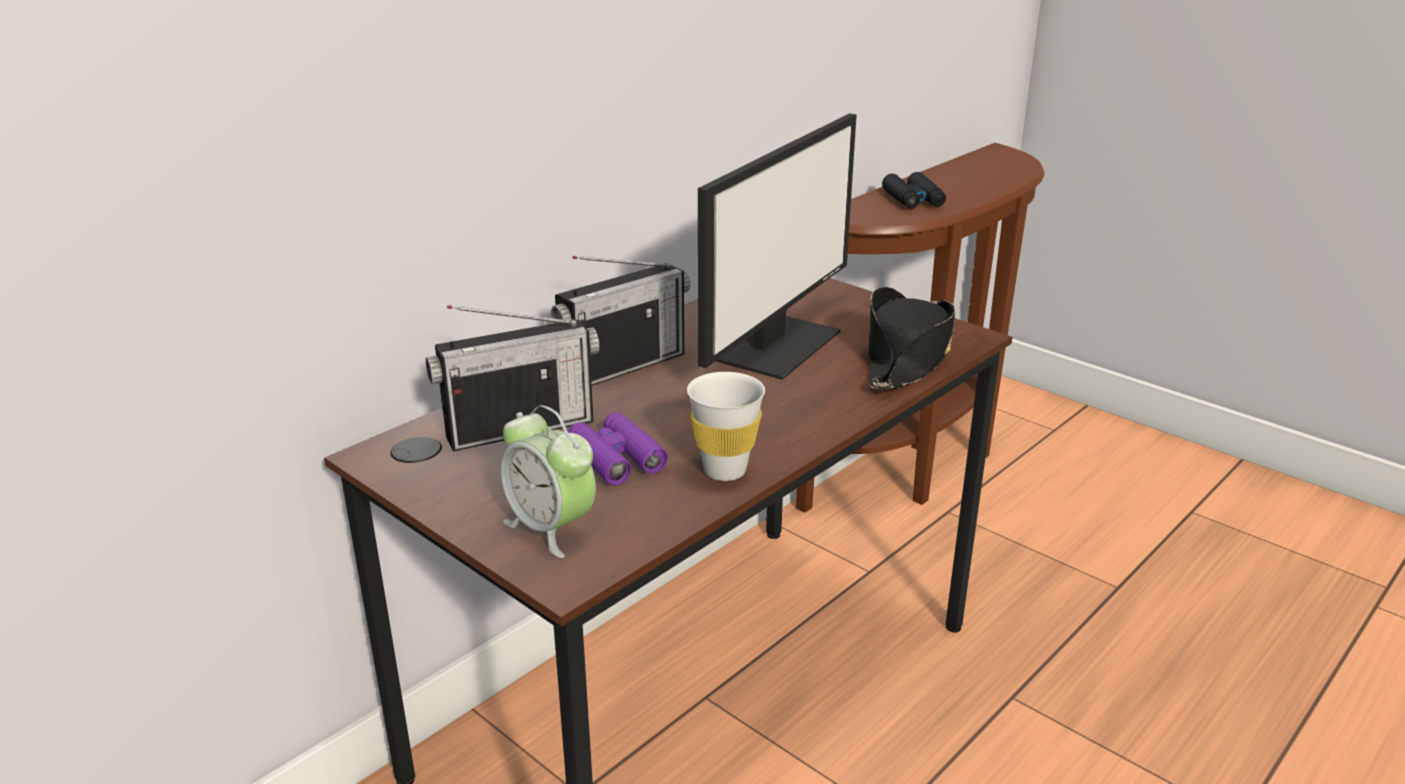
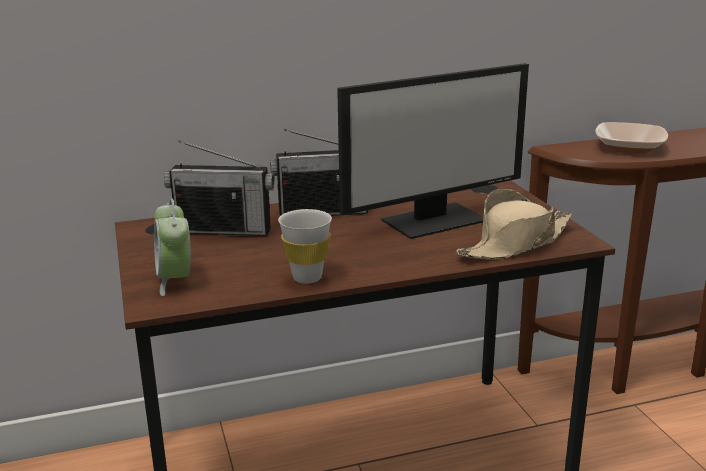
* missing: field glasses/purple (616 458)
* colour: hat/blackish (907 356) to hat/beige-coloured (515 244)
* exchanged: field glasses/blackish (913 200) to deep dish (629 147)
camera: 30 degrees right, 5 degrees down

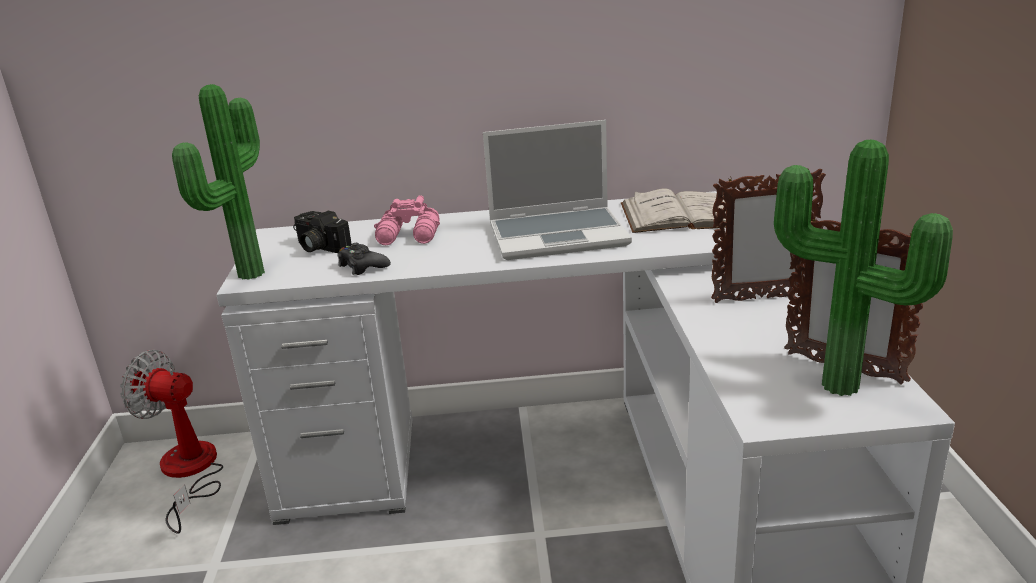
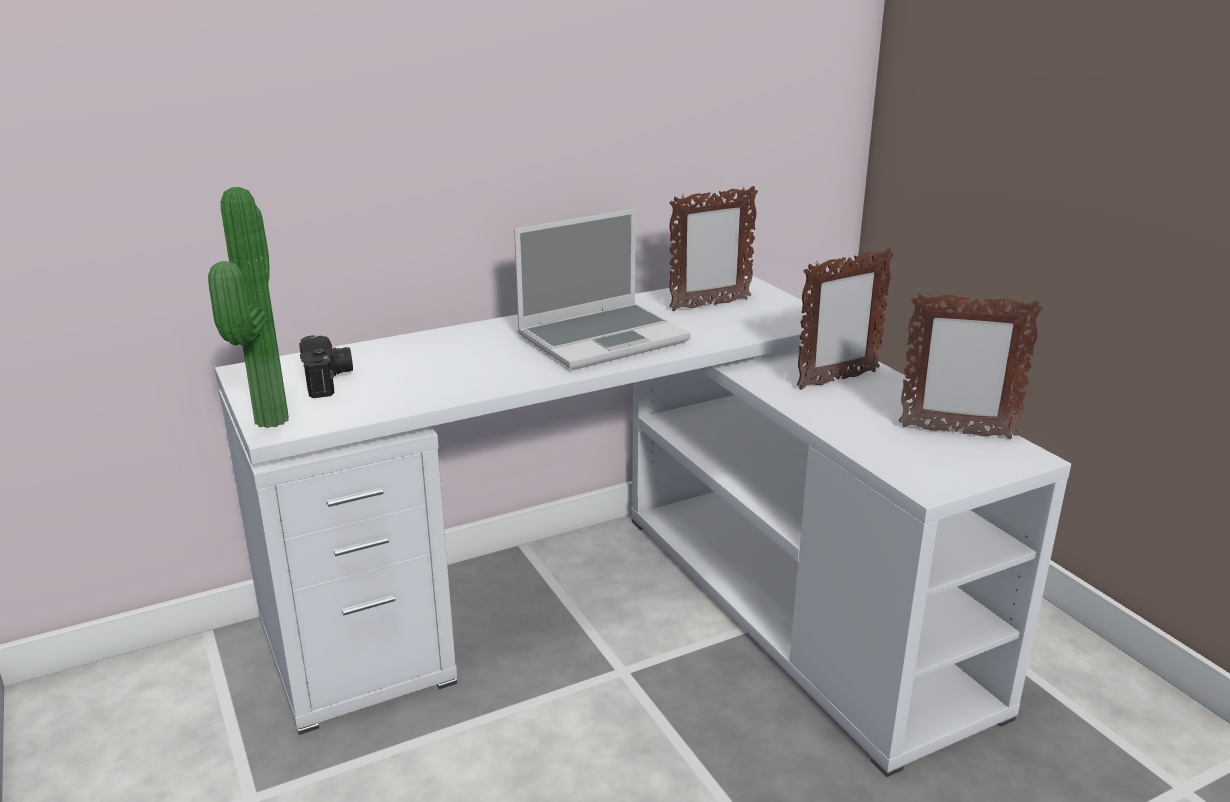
* missing: electric fan (188 473)
* spun: still camera (319 247) = (329 380) 120 degrees counterclockwise
* missing: game controller/blackish (362 266)
* missing: field glasses/pinkish (410 236)
* exchanged: volume/whitish (681 214) to picture frame (709 305)
* missing: houseplant (838 389)
camera: 25 degrees left, 0 degrees up

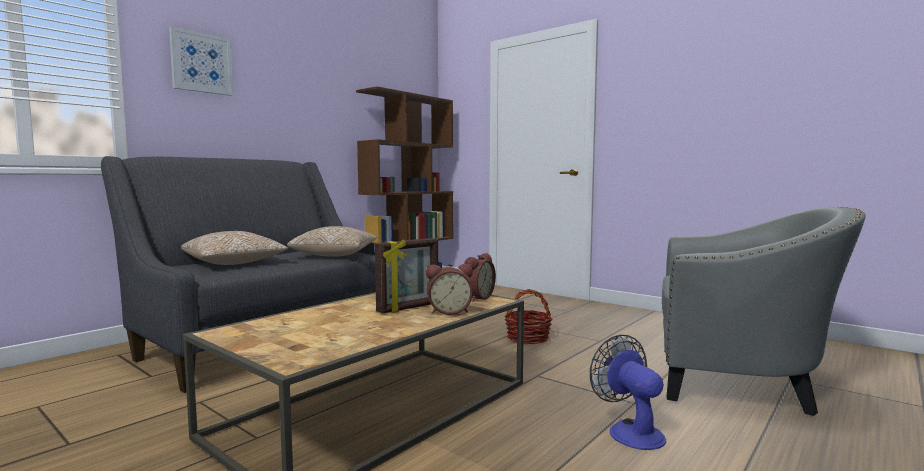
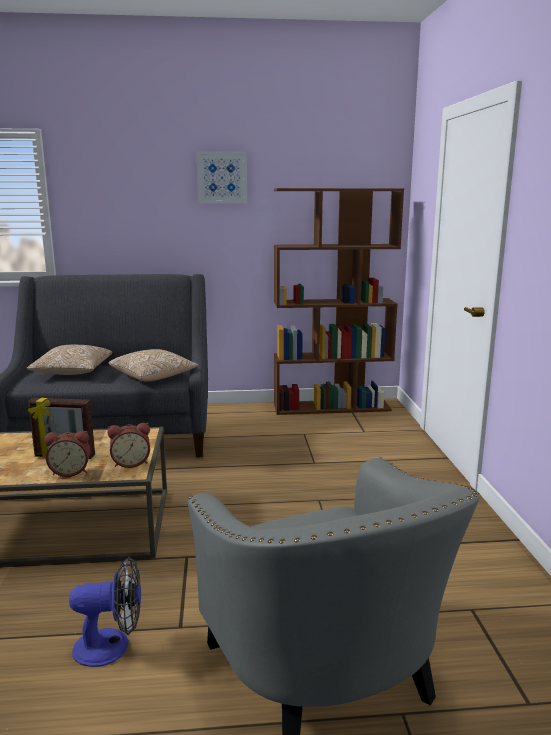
* relocated: picture (201 63) to (222 177)
* spun: table clock (449 311) = (71 471) 45 degrees counterclockwise
* missing: basket (528 338)
* spun: electric fan (629 431) = (112 646) 60 degrees clockwise
camera: 45 degrees right, 10 degrees up

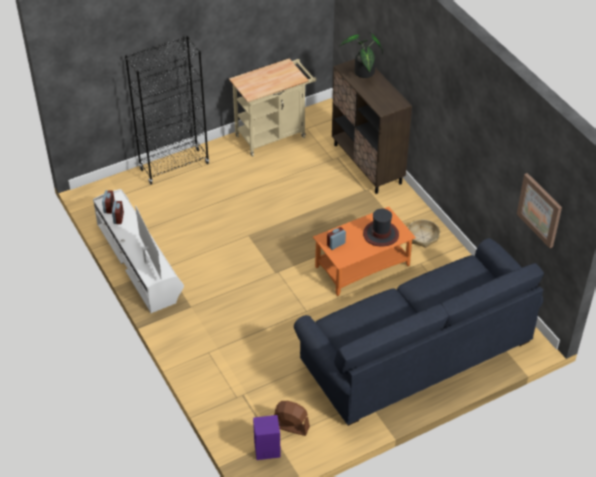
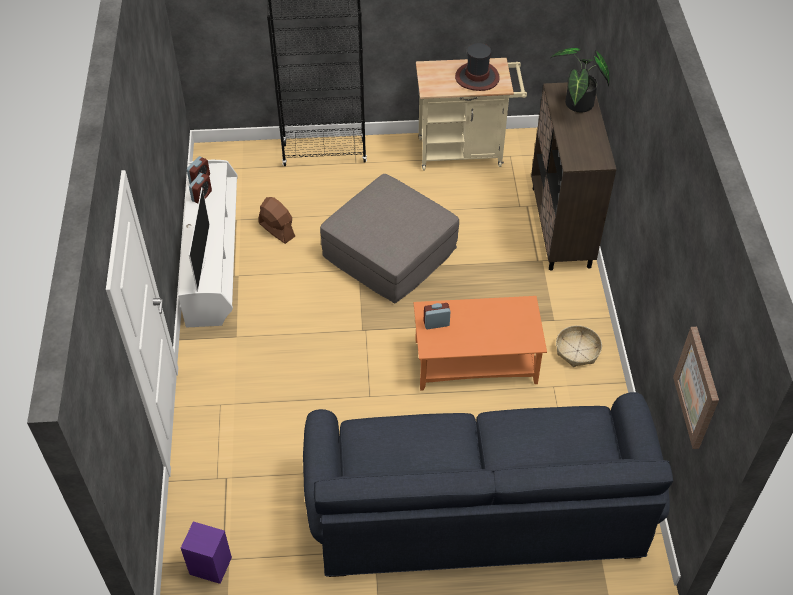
* relocated: electric fan/brown (290 426) to (276 230)
* relocated: hat (381 234) to (477 77)
* appeared: ottoman/greyish (390 252)
camera: 25 degrees right, 5 degrees up

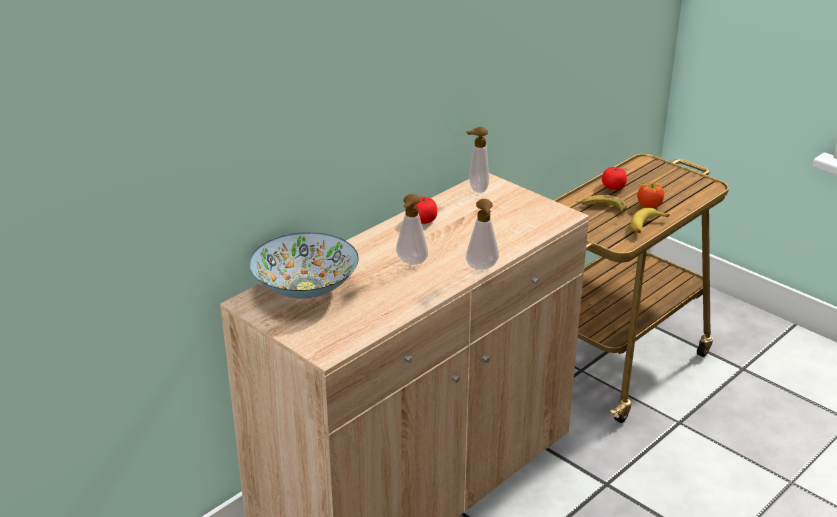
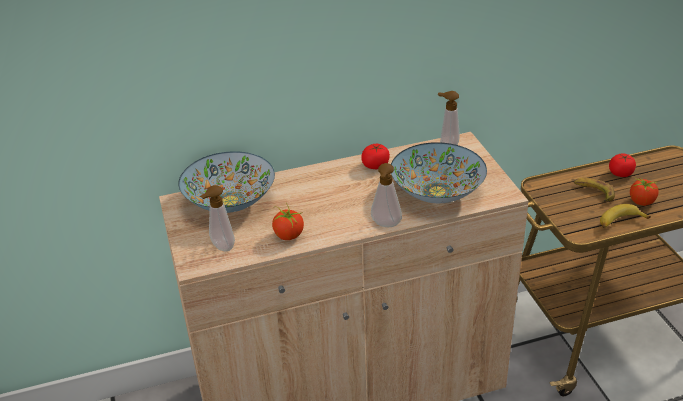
* relocated: soap dispenser (411 262) to (221 247)
* appeared: tomato (288 235)
* appeared: deep dish (436 192)
camera: 30 degrees right, 5 degrees up

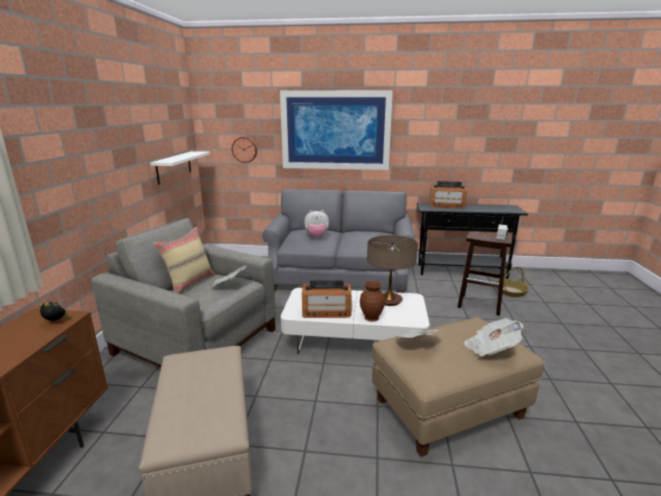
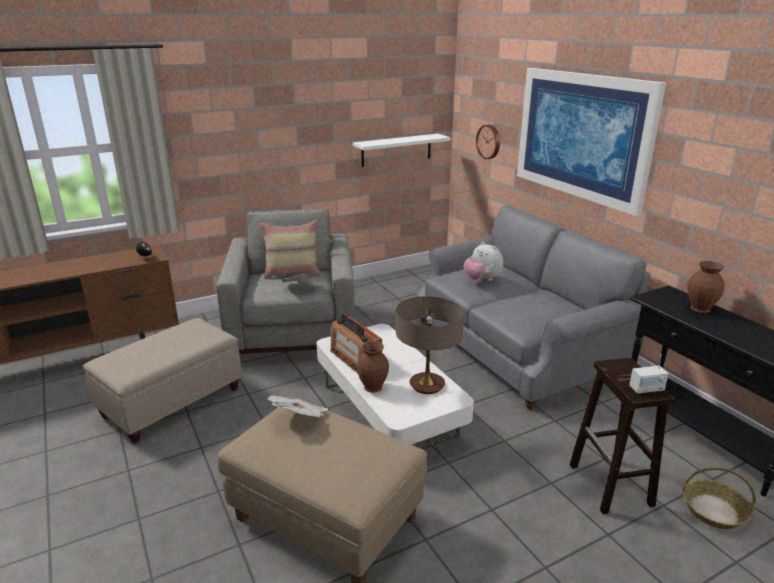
* exchanged: radio set (447 205) to vase/brown (701 308)
* missing: printed paper (491 348)
camera: 55 degrees right, 5 degrees up

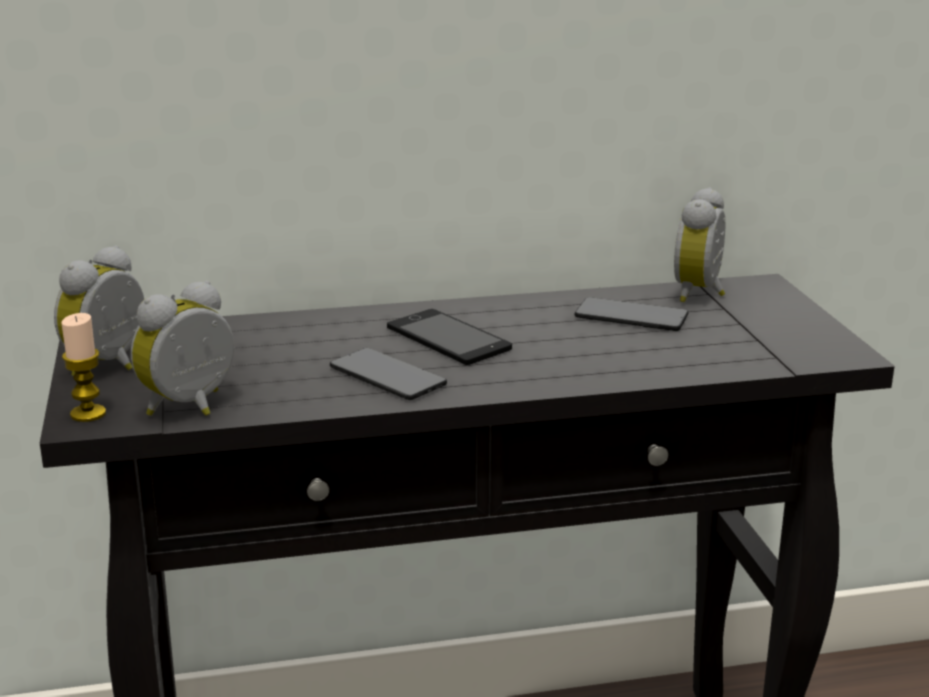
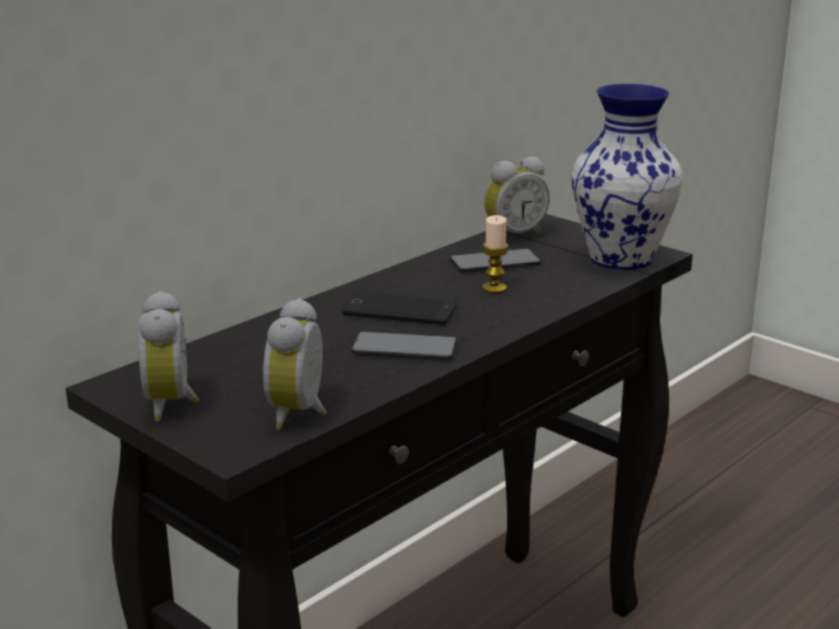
* relocated: candle (88 414) to (494 288)
* spun: table clock (701 293) = (513 235) 105 degrees counterclockwise
* appeared: vase (622 259)
camera: 35 degrees left, 0 degrees up

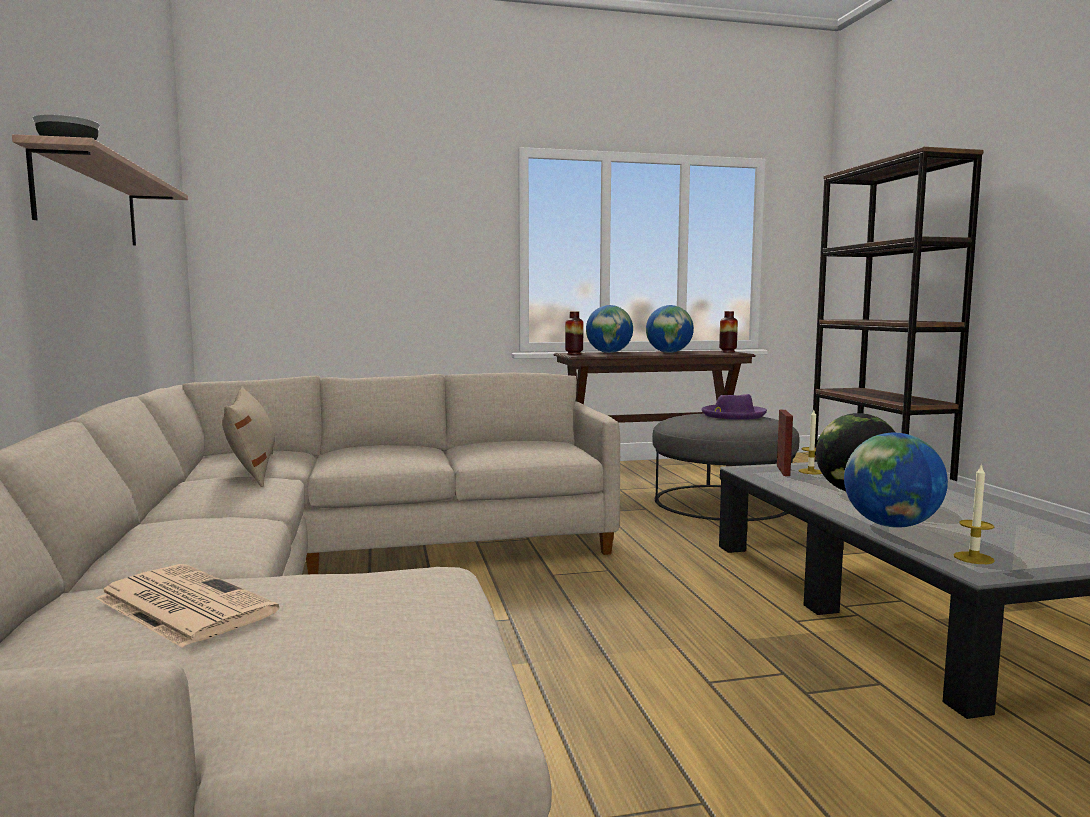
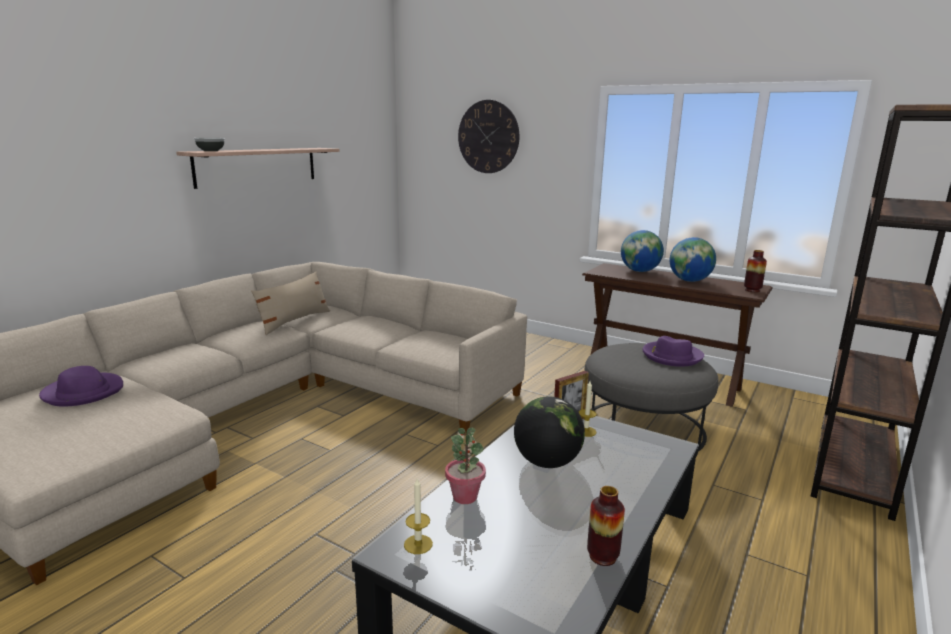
* exchanged: printed paper (182 605) to hat/purple (83 392)
* relocated: vase (574 354) to (602 556)
* exchanged: desk globe (891 525) to houseplant (465 497)
* appeared: clock on the wall (488 137)
camera: 45 degrees right, 10 degrees up

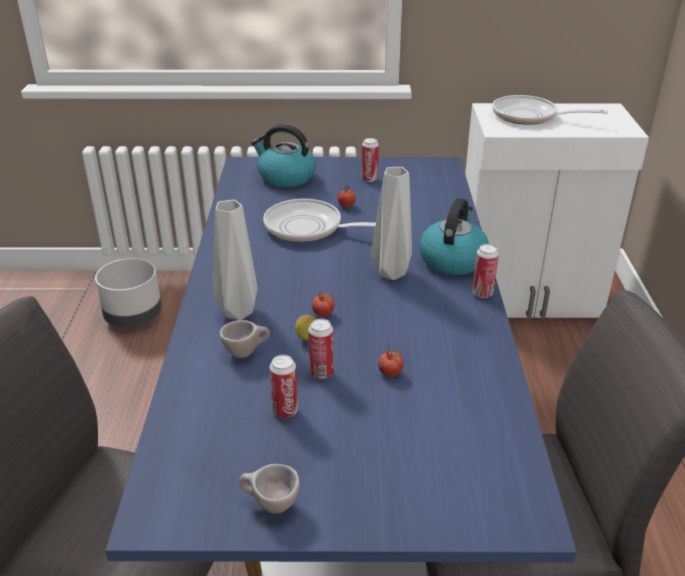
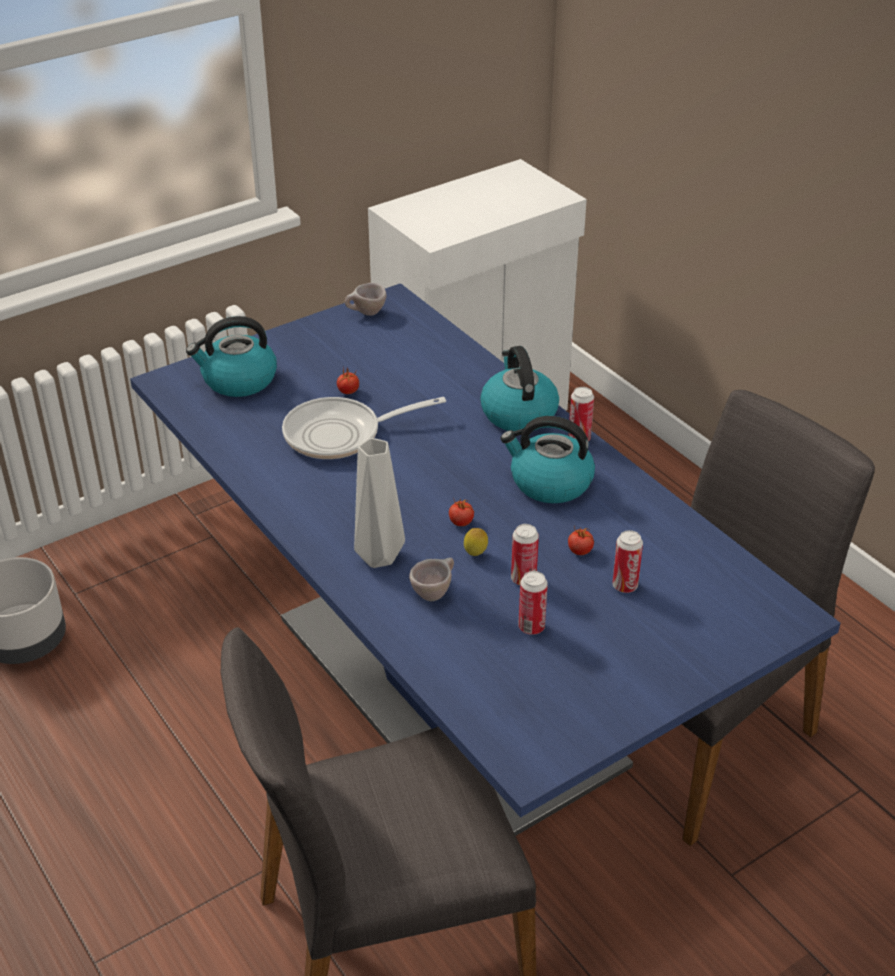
* relocated: cup/beige-coloured (269 505) to (366 314)
* relocated: can (369 179) to (625 586)
* missing: vase/greyish (389 273)
* missing: frying pan (530 116)
* appeared: tea kettle (549 483)
camera: 35 degrees left, 5 degrees up

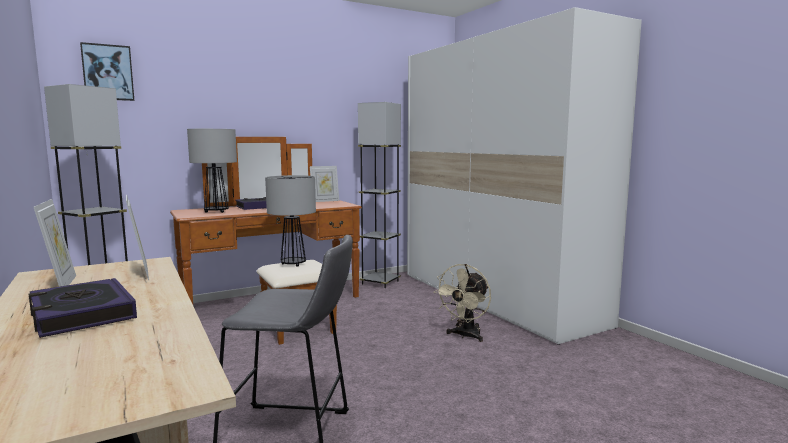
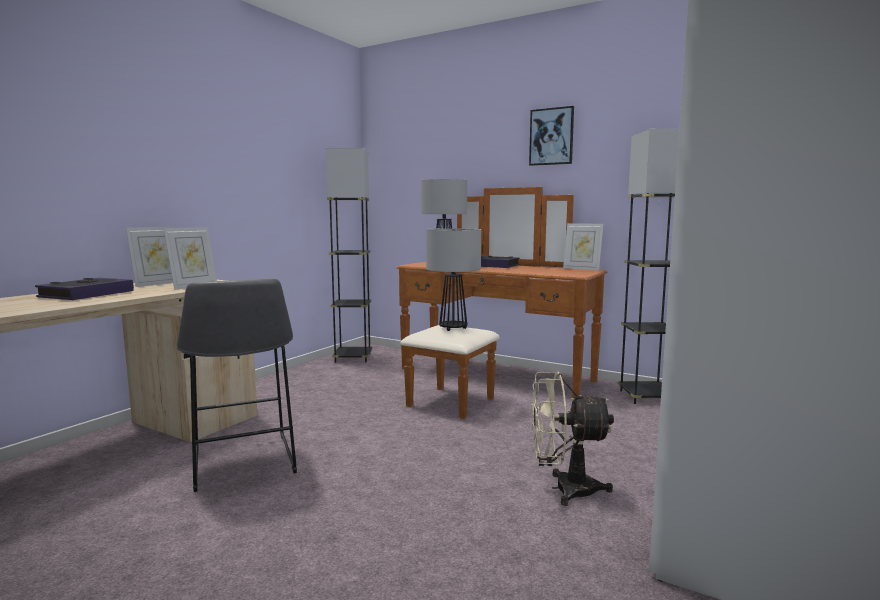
* relocated: picture (108 72) to (551 136)
camera: 60 degrees right, 0 degrees up

